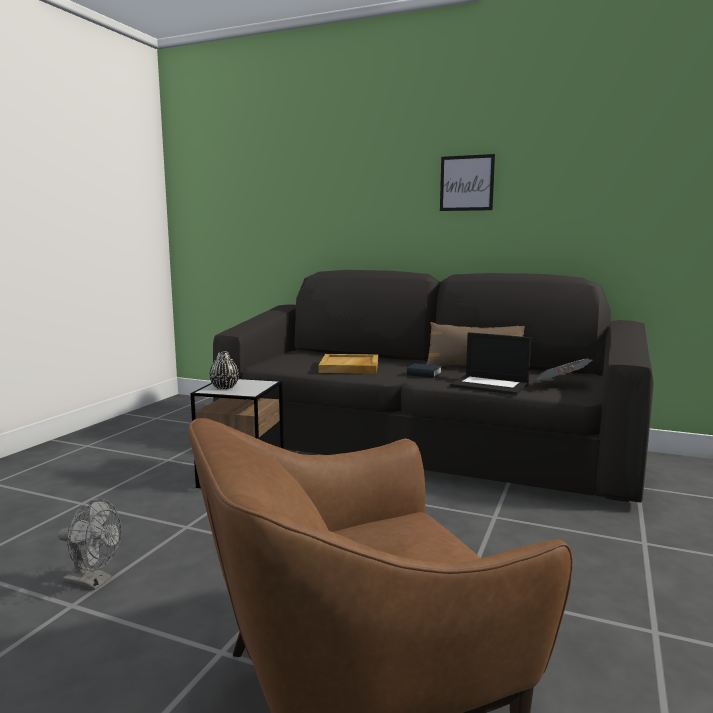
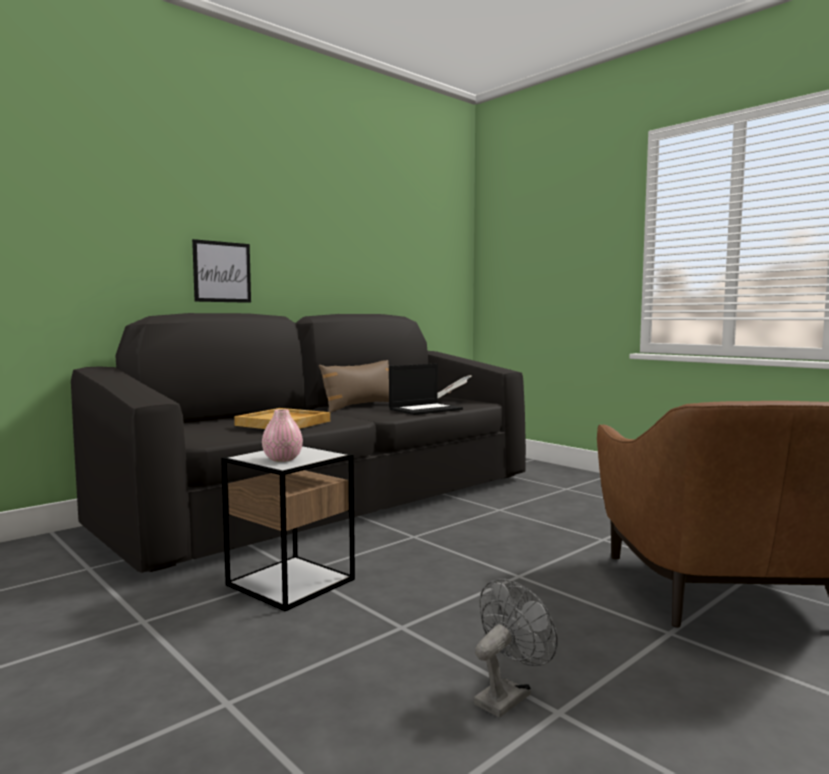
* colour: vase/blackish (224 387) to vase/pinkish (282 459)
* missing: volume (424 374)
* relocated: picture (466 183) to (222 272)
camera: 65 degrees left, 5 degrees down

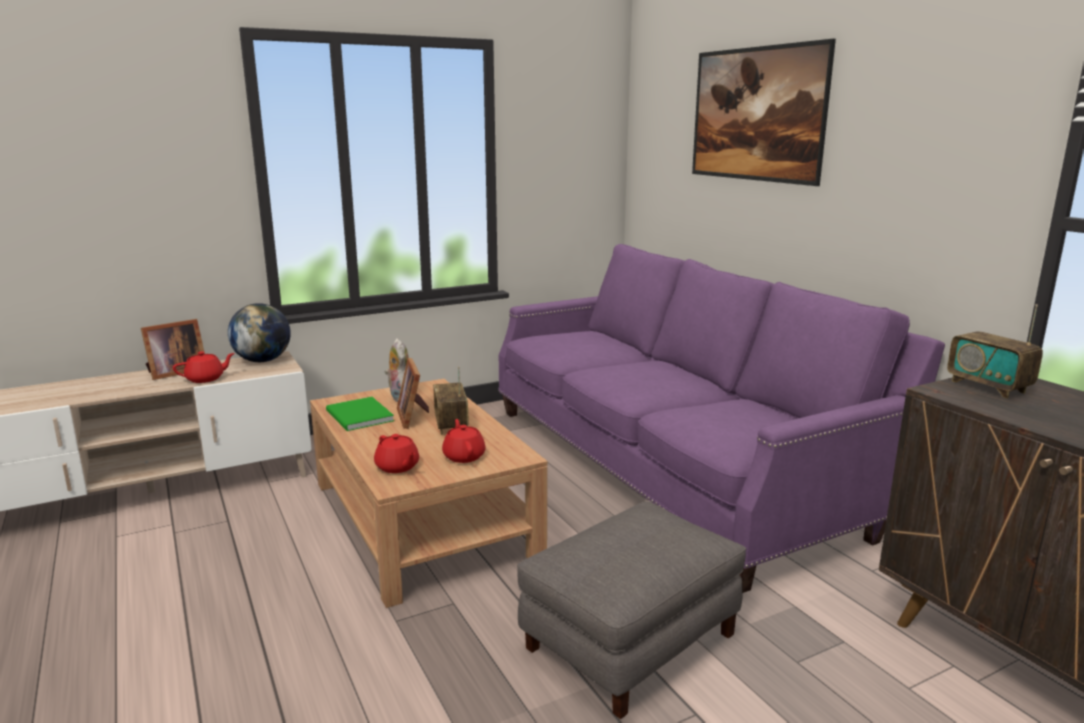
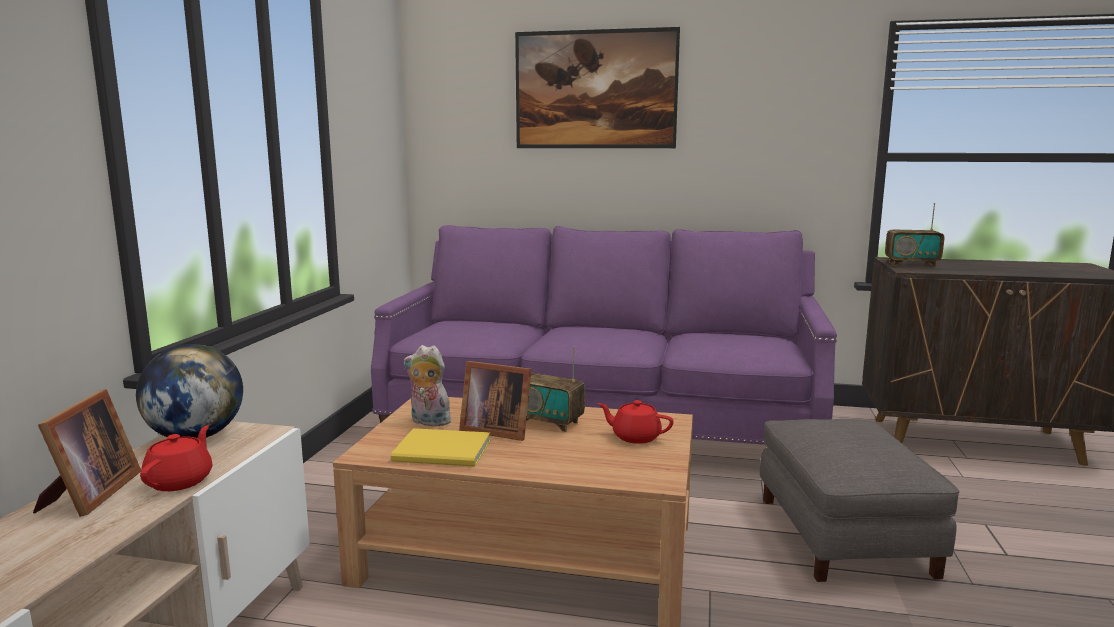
* colour: volume/green-coloured (358 417) to volume/yellowish (444 452)
* missing: pot for tea/reddish (397 467)
camera: 50 degrees left, 5 degrees down

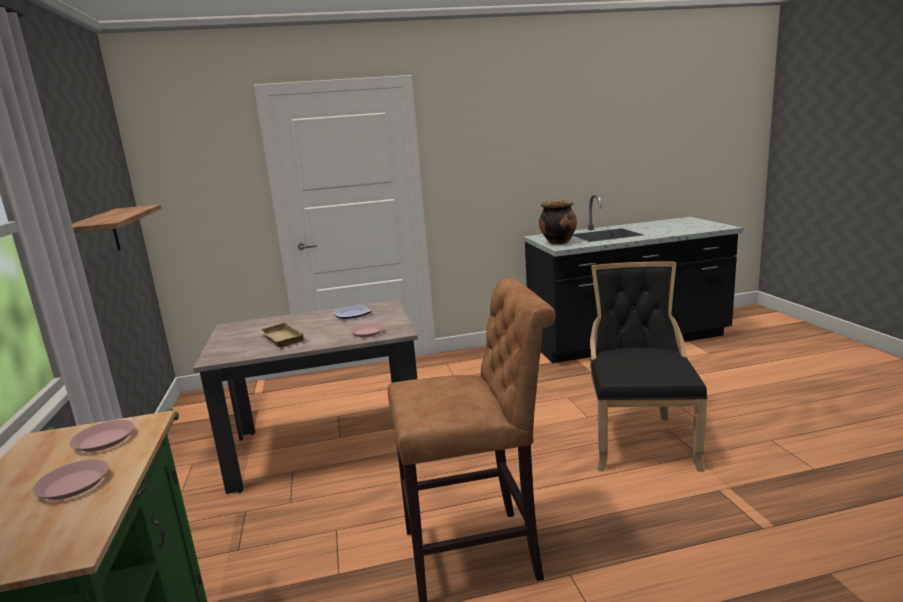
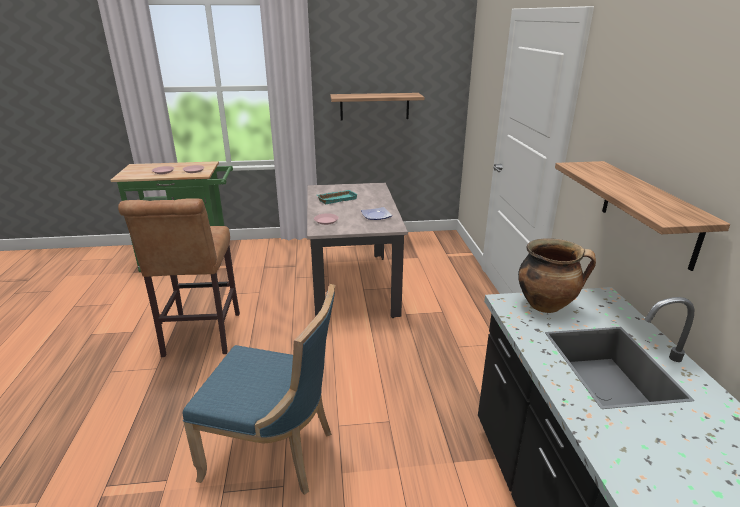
* colour: serving tray/beige-coloured (280 339) to serving tray/blue-green (337 199)
* colour: chair/blackish (639 440) to chair/blue (274 452)
* appeared: wall shelf (649 212)
camera: 95 degrees right, 10 degrees up

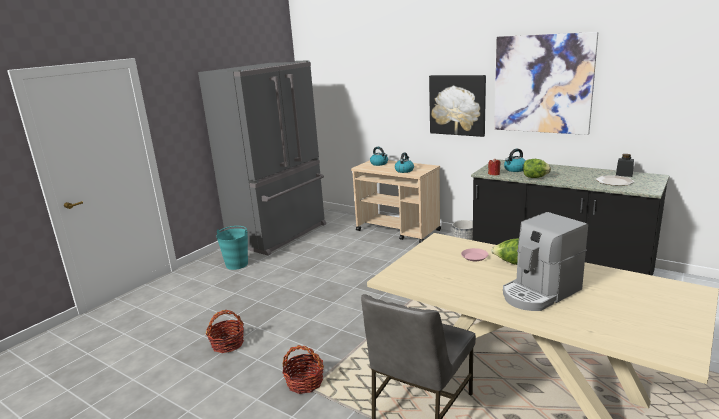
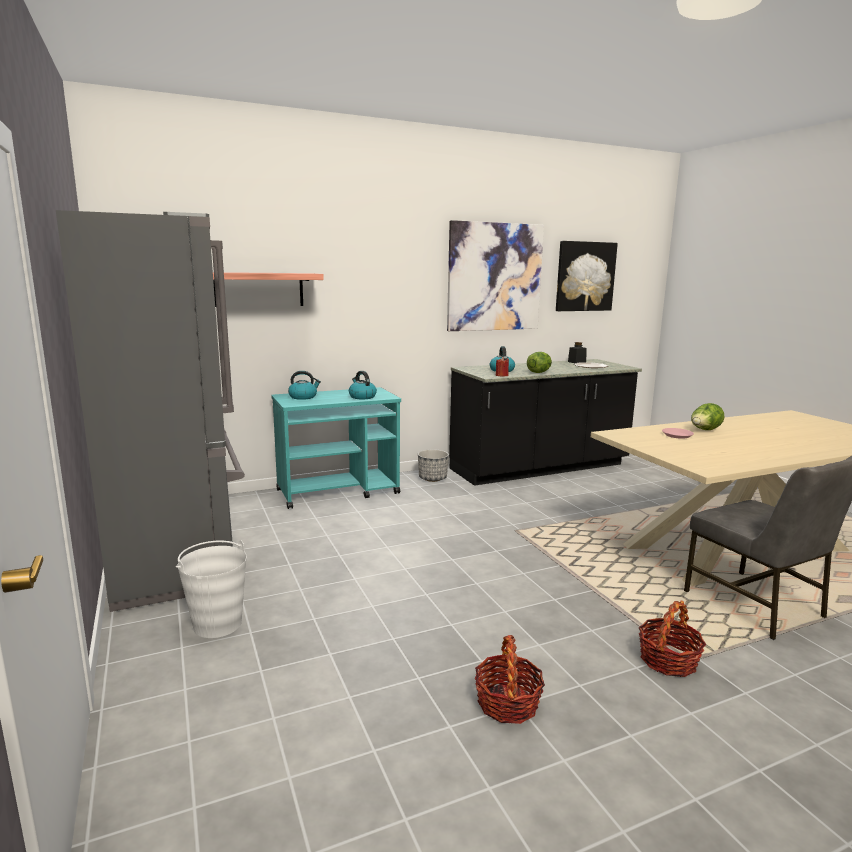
* colour: bucket/blue-green (237 264) to bucket/whitish (217 624)
* colour: cart/beige-coloured (398 230) to cart/blue-green (339 491)
* relocated: picture (457 105) to (585 276)
* missing: coffee brewer (540 293)
* appeared: wall shelf (258 289)
camera: 60 degrees left, 5 degrees down

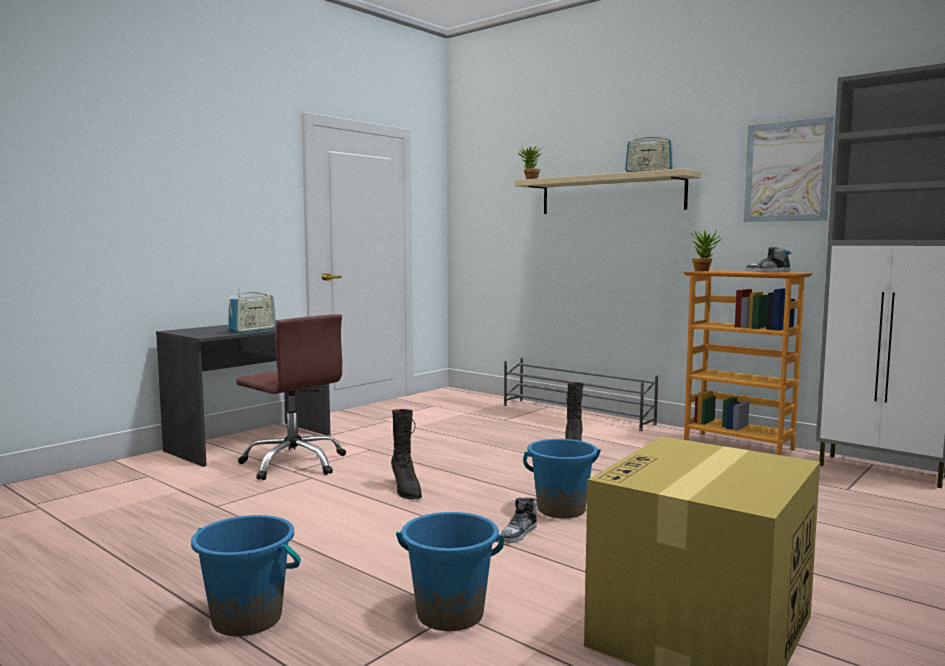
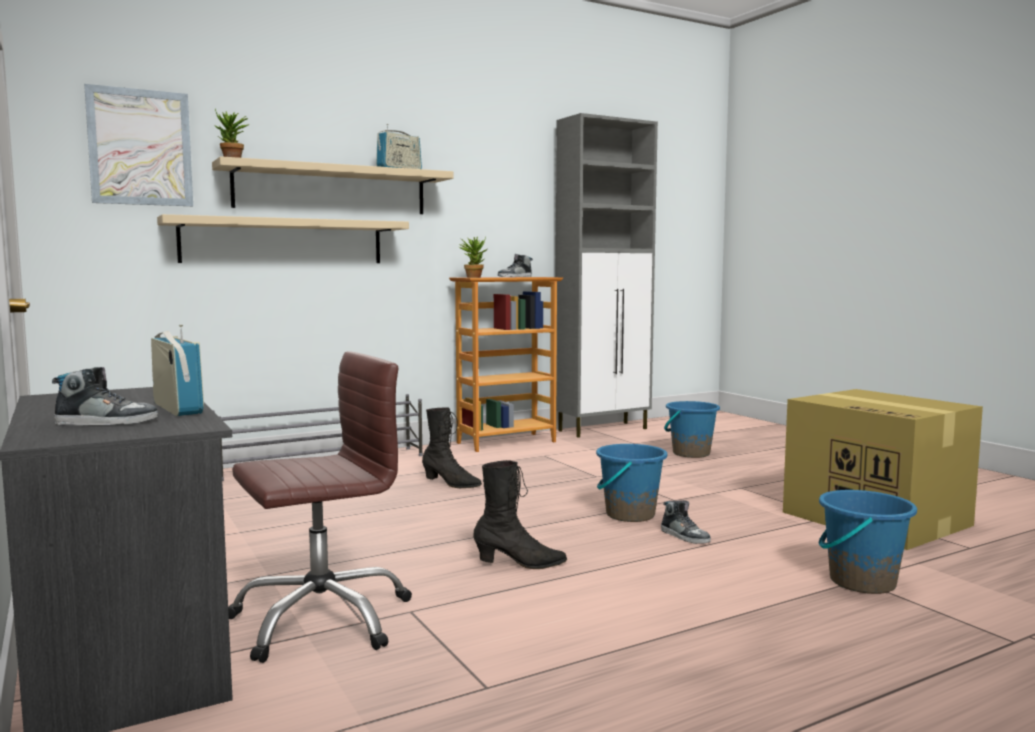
* relocated: bucket/blue (247 619) to (691 453)
* relocated: picture (787 171) to (140 147)
* appeared: item of footwear (107 422)
* appeared: wall shelf/beige-coloured (284 241)
camera: 70 degrees left, 0 degrees up

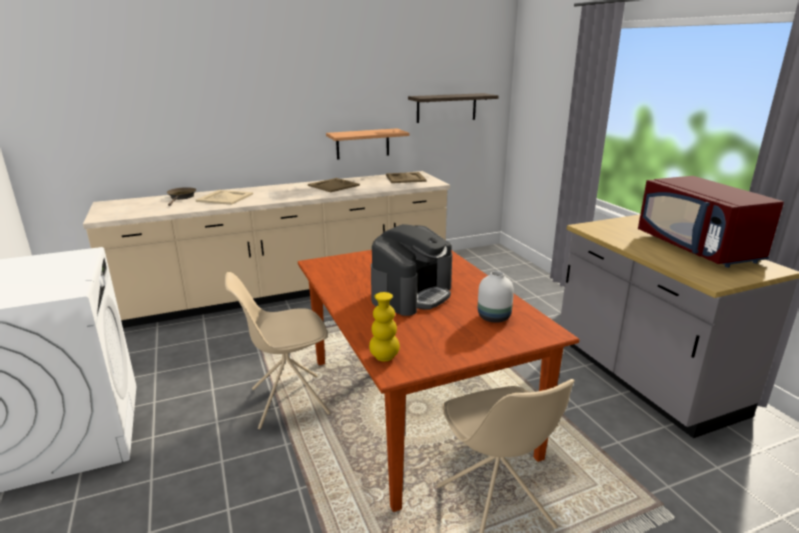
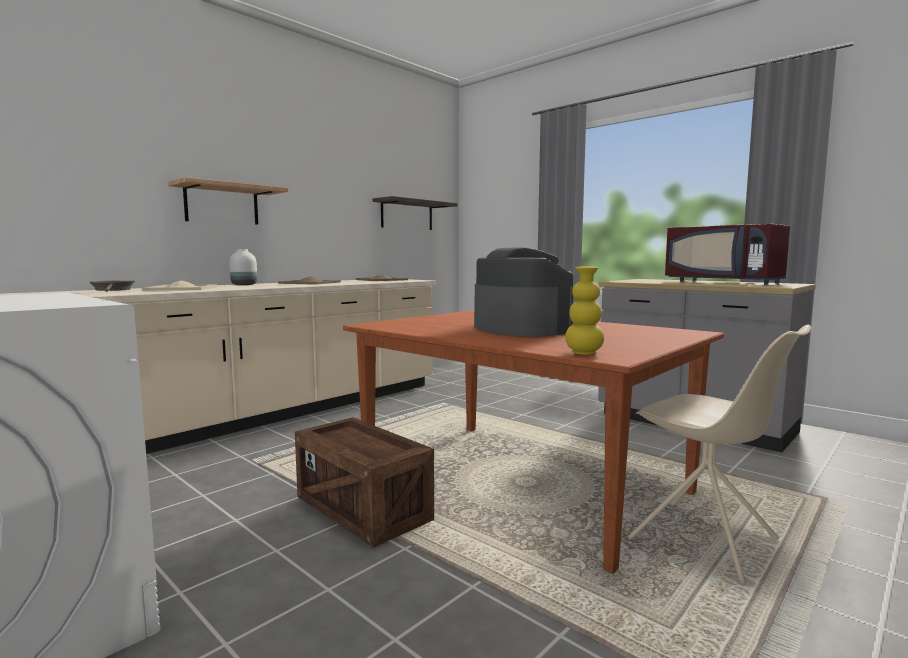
* exchanged: chair/beige-coloured (288 401) to crate (362 509)
* relocated: wall shelf (362 144) to (222 204)
* spun: coffee brewer (412 294) = (520 329) 45 degrees counterclockwise
* relocated: vase/whitish (494 318) to (244 285)
camera: 25 degrees left, 15 degrees down

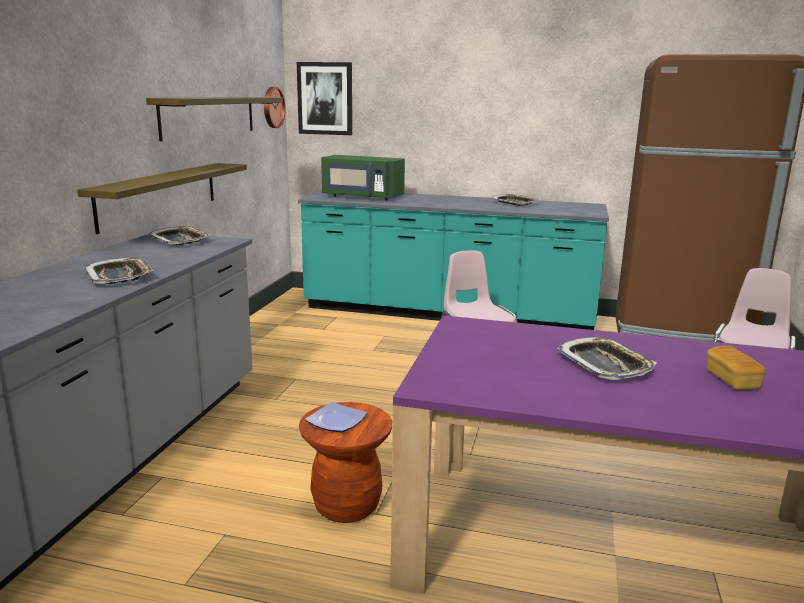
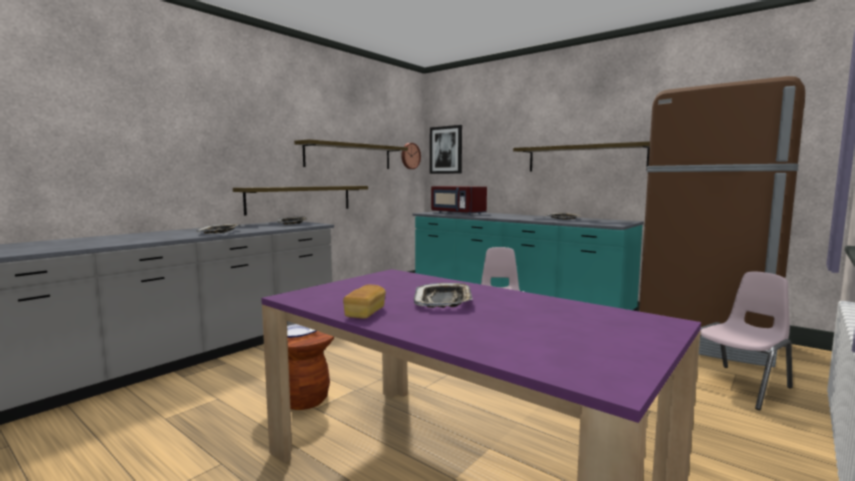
* colour: kitchen microwave/green-coloured (362 197) to kitchen microwave/reddish (457 213)
* relocated: bread (732 380) to (365 313)
* appeared: wall shelf (585 158)
camera: 25 degrees right, 10 degrees down

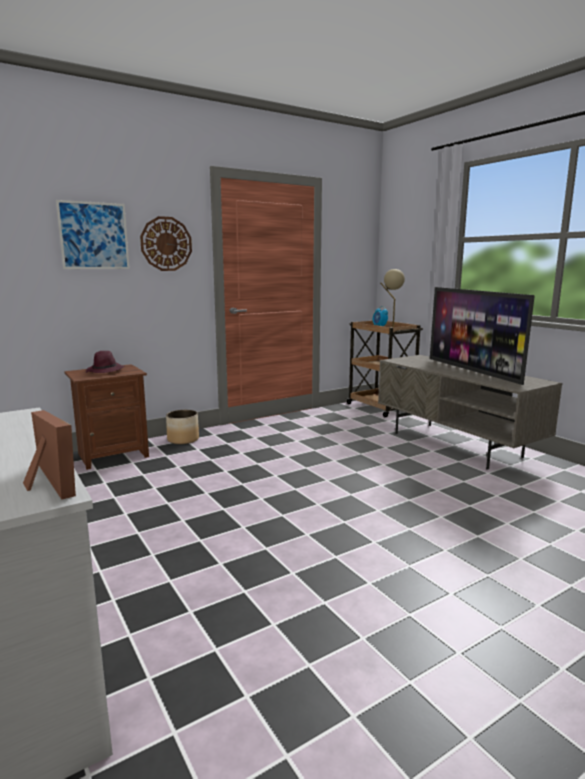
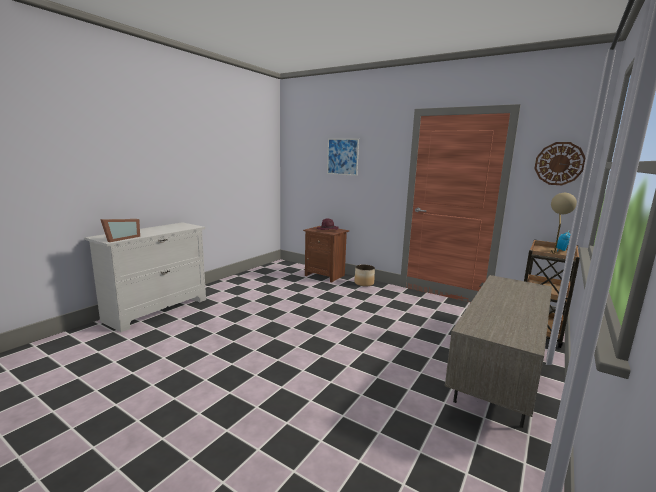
* relocated: clock on the wall (166 244) to (559 163)
* missing: TV (473 370)
camera: 65 degrees right, 0 degrees up

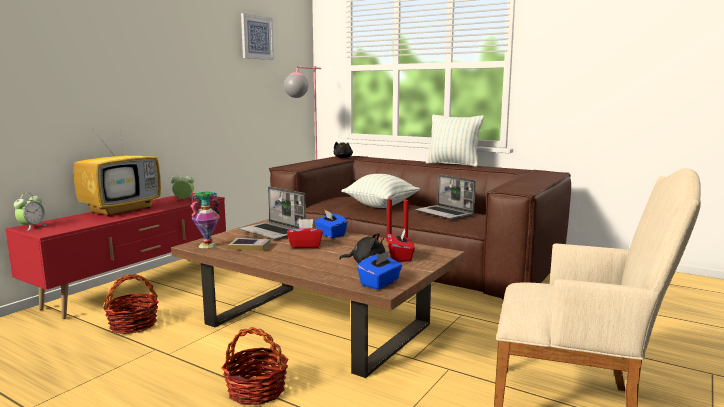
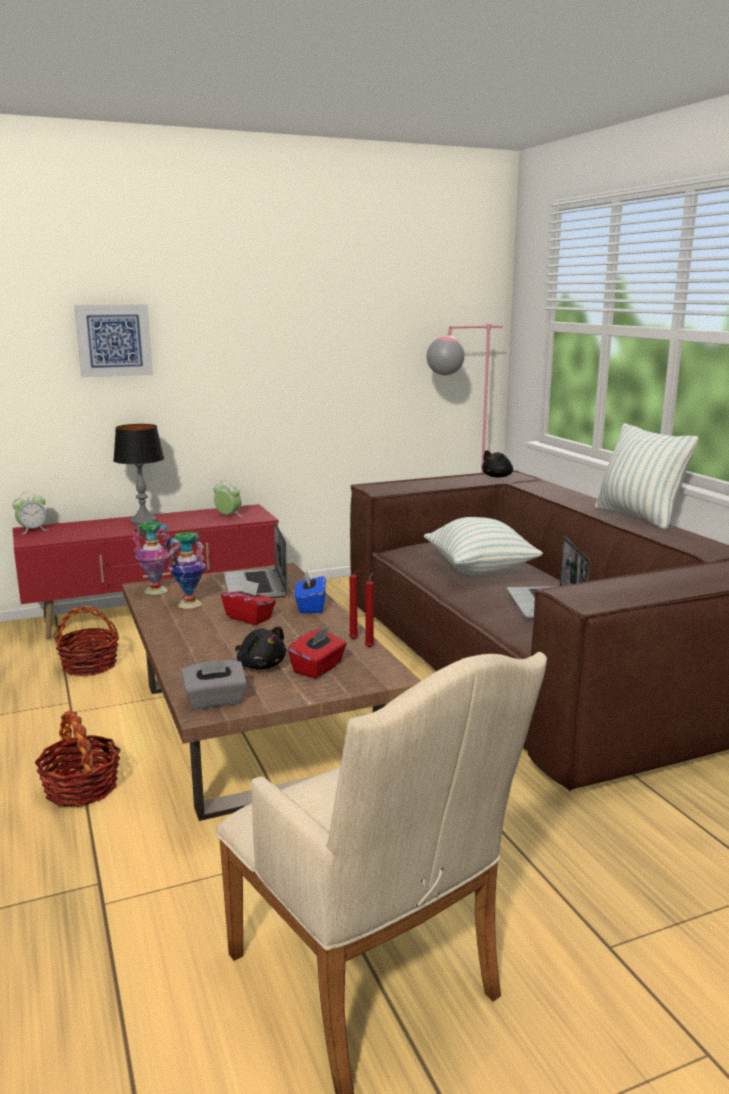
* exchanged: TV (122 210) to tabletop lamp (144 521)
* exchanged: volume (250 247) to vase (190 604)
* relocated: picture (256 37) to (114 340)
* colour: tissue box/blue (380 283) to tissue box/greyish (215 701)
camera: 35 degrees right, 5 degrees up

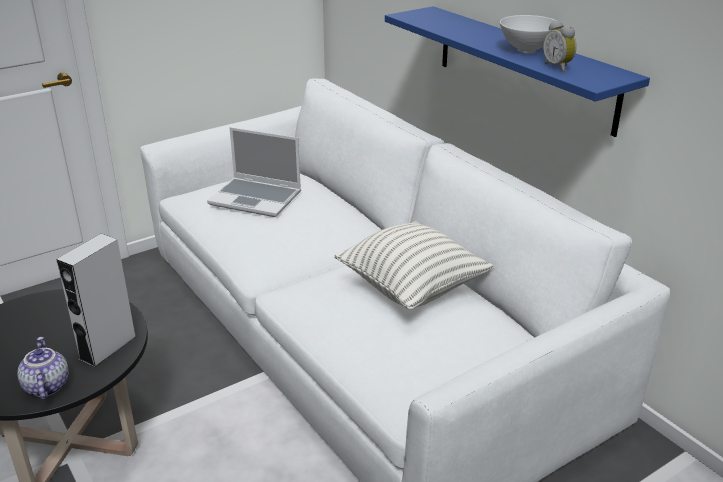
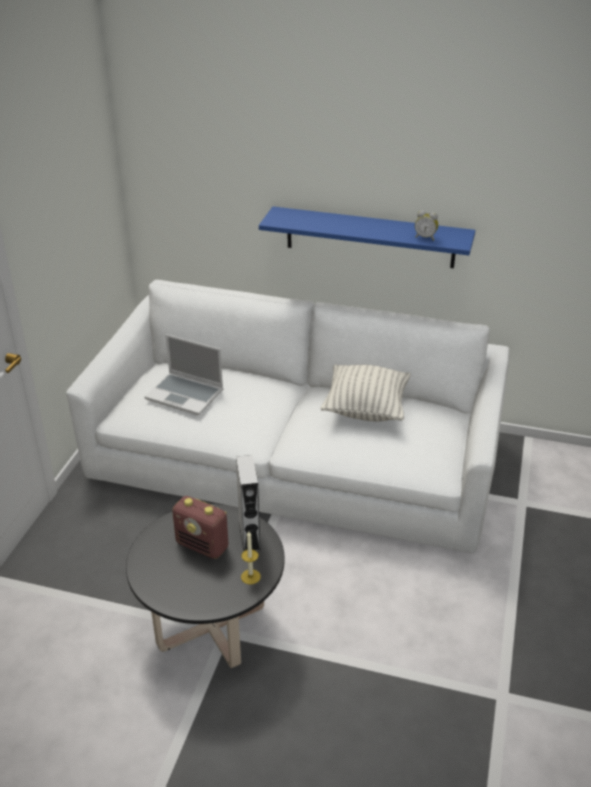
* exchanged: pot for tea (45 386) to candle (250 576)
* spun: portable computer (257 198) = (186 395) 45 degrees clockwise
* missing: deep dish/whitish (527 50)
* appeared: radio set (203 546)
camera: 40 degrees left, 5 degrees up

